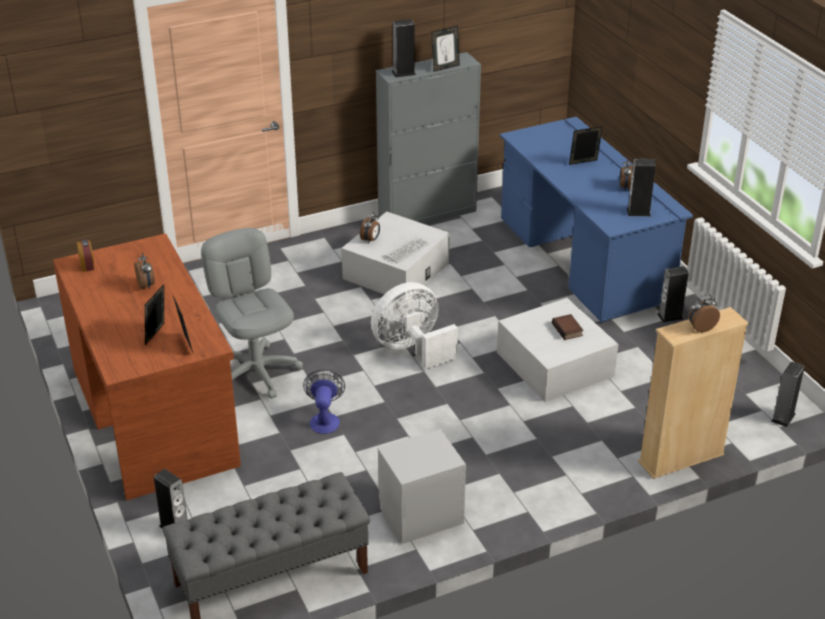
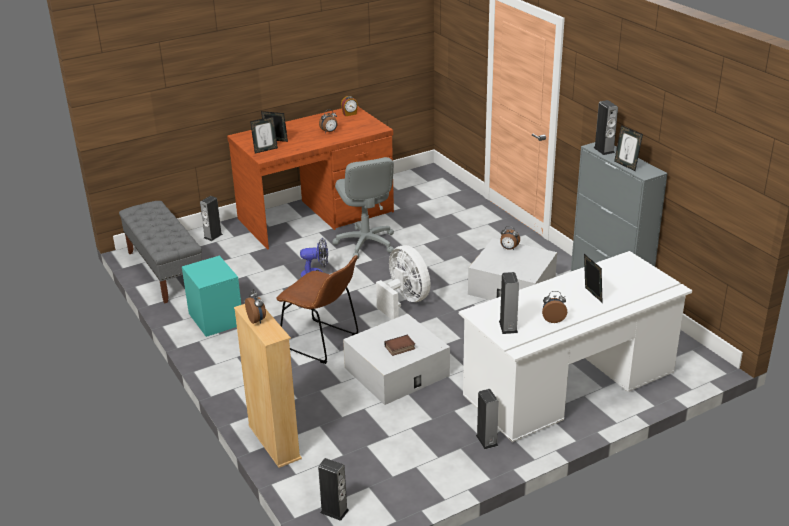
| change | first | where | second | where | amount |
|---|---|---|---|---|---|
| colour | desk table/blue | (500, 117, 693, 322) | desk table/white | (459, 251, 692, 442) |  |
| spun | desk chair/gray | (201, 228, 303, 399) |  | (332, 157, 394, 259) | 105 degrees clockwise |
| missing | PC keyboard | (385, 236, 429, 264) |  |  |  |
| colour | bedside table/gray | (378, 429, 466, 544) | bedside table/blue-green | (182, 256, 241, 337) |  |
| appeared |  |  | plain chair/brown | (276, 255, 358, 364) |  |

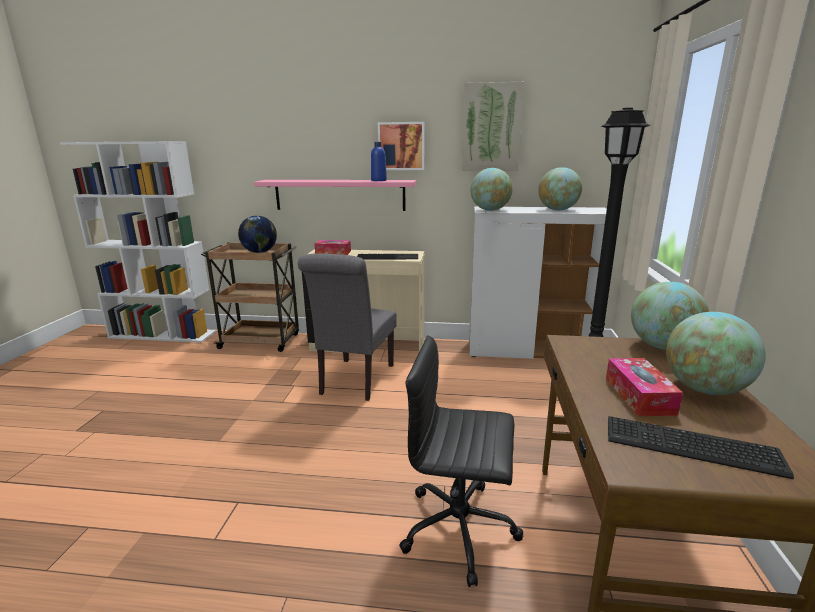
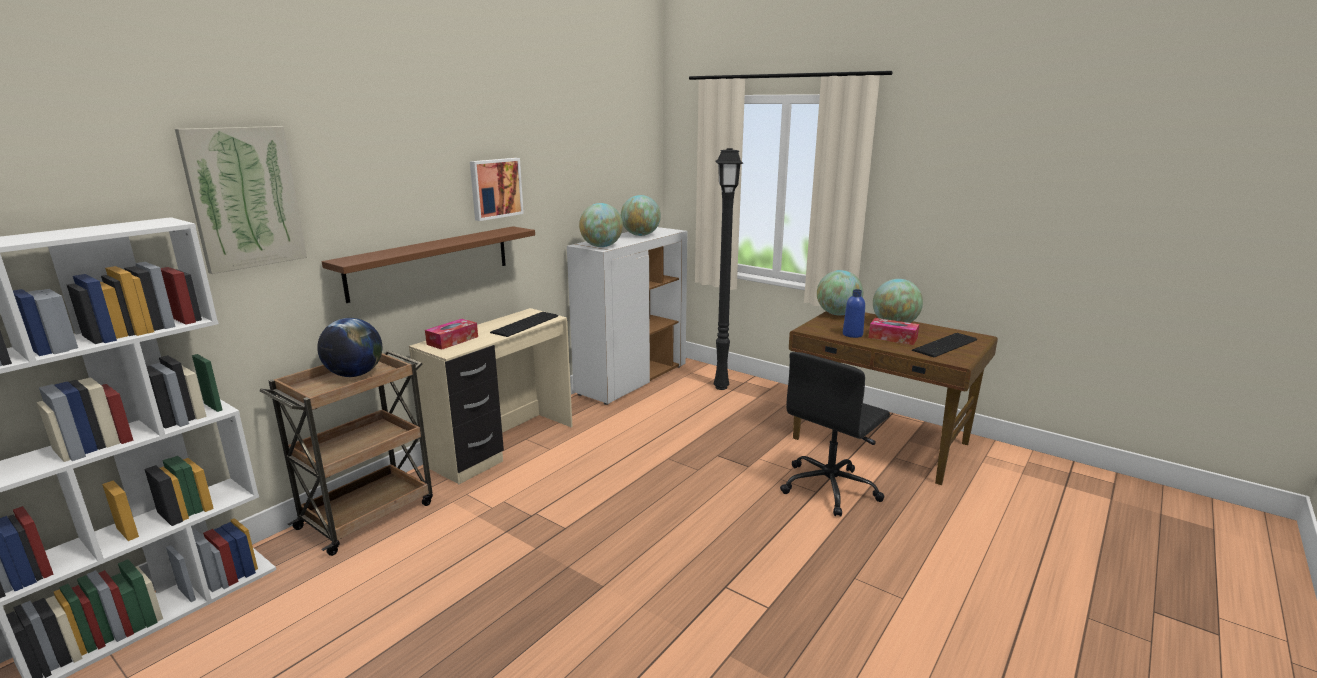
| change | first | where | second | where | amount |
|---|---|---|---|---|---|
| relocated | picture | (462, 82, 524, 171) |  | (175, 126, 307, 274) |  |
| relocated | bottle/blue | (371, 142, 387, 181) |  | (843, 289, 865, 338) |  |
| colour | wall shelf/pinkish | (253, 180, 417, 211) | wall shelf/brown | (322, 226, 535, 303) |  |
| missing | plain chair/gray | (298, 254, 397, 401) |  |  |  |

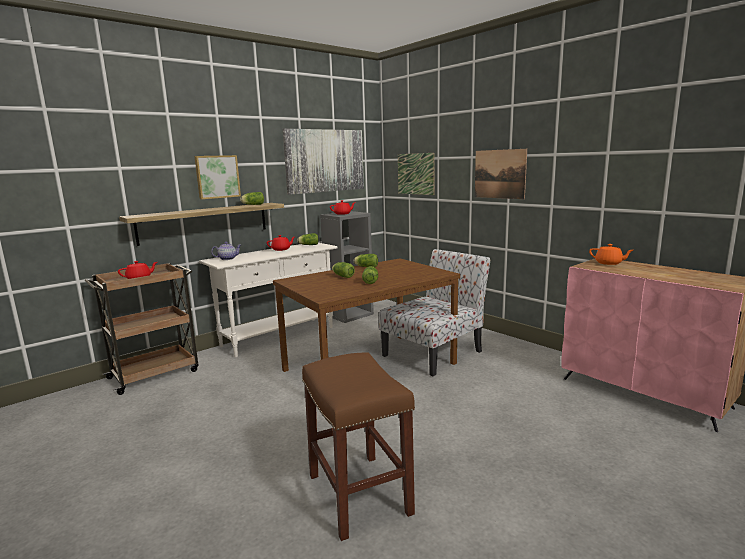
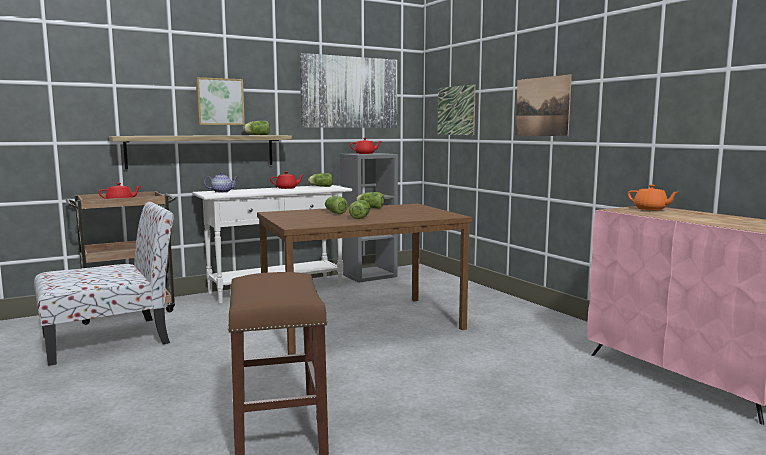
| change | first | where | second | where | amount |
|---|---|---|---|---|---|
| relocated | plain chair | (379, 249, 490, 376) |  | (34, 202, 174, 366) |  |

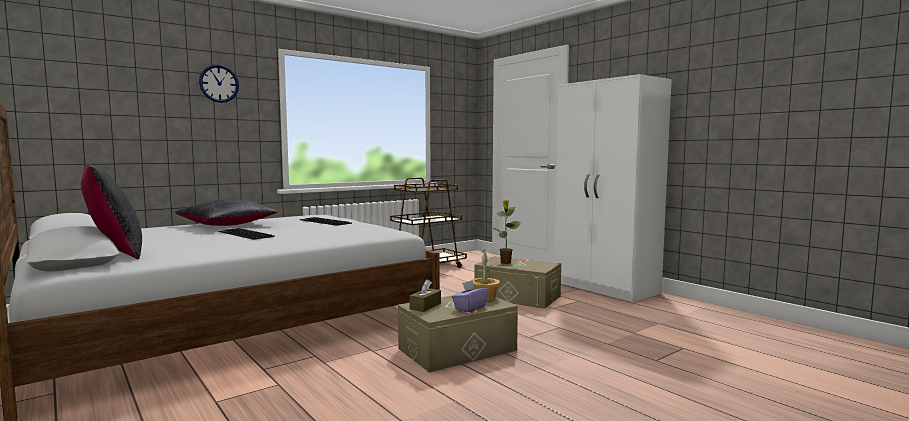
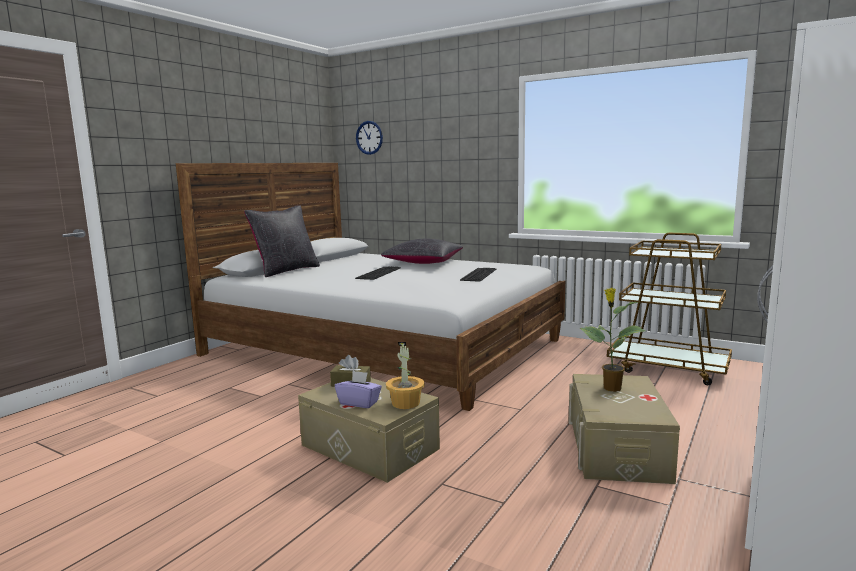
| change | first | where | second | where | amount |
|---|---|---|---|---|---|
| relocated | wall clock | (199, 65, 239, 103) |  | (356, 121, 383, 155) |  |

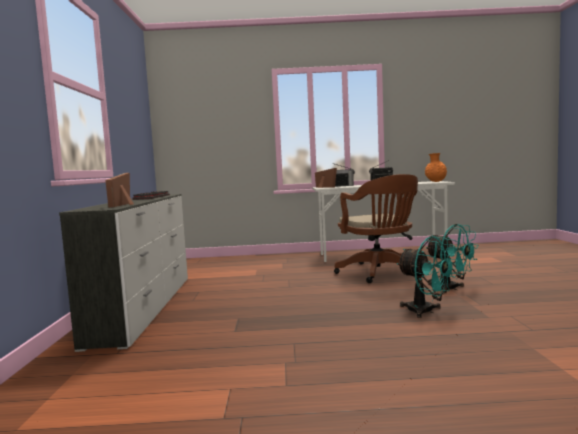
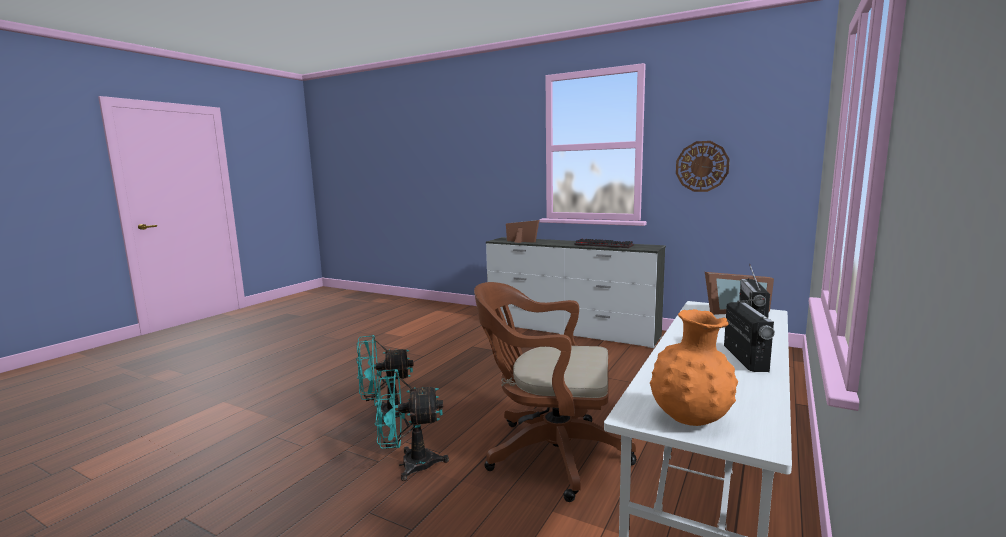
| change | first | where | second | where | amount |
|---|---|---|---|---|---|
| appeared |  |  | wall clock | (676, 141, 730, 192) |  |

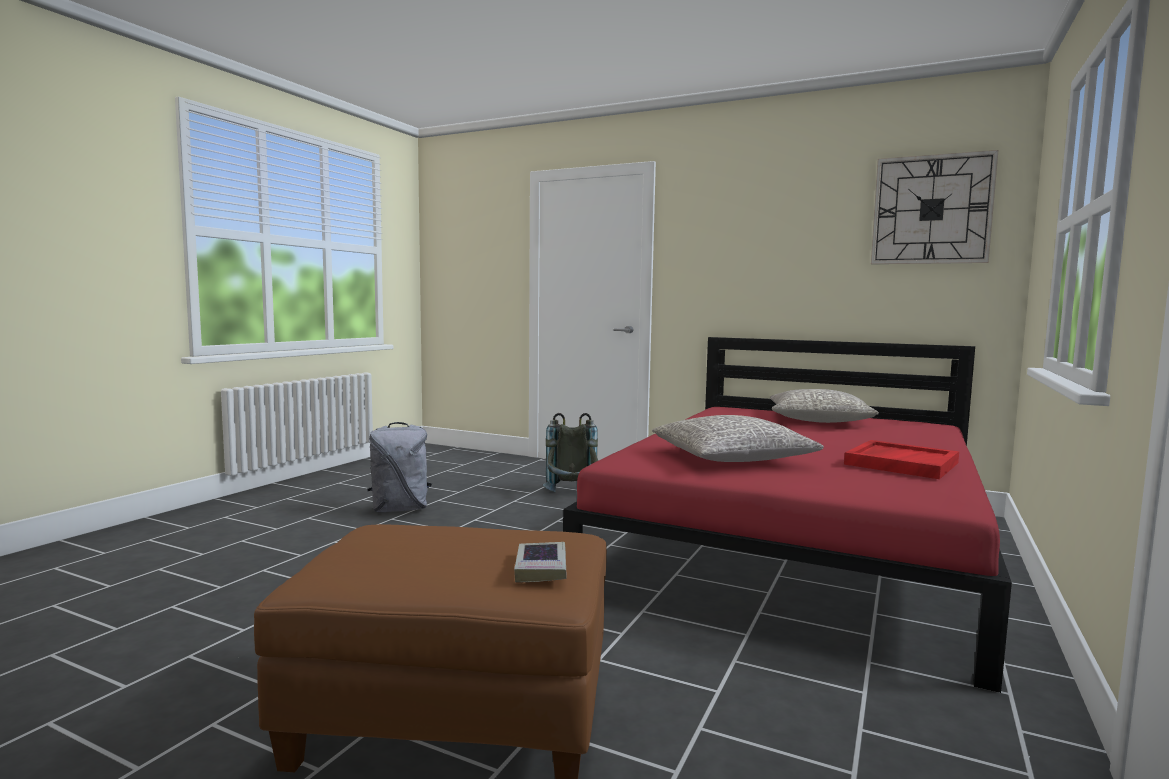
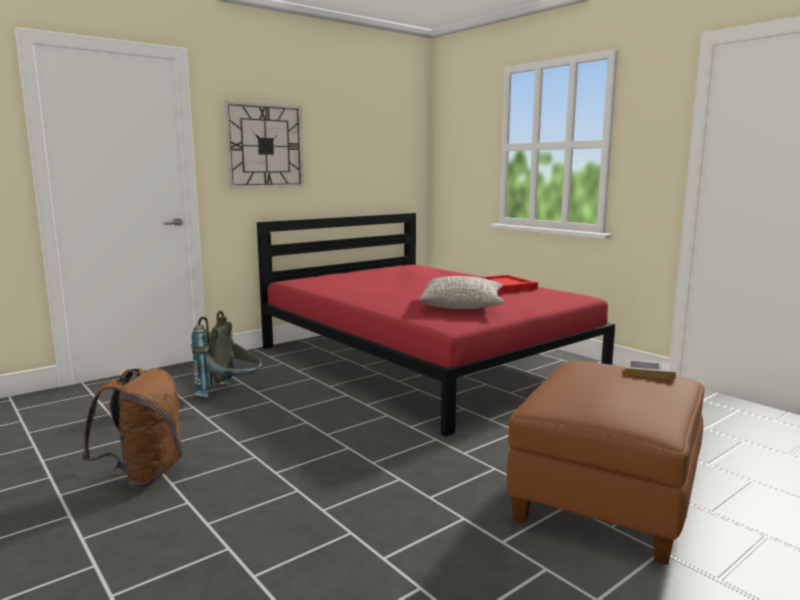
| change | first | where | second | where | amount |
|---|---|---|---|---|---|
| relocated | wall clock | (871, 150, 998, 264) |  | (224, 100, 304, 189) |  |
| missing | cushion/gray | (770, 389, 879, 423) |  |  |  |
| colour | rucksack/gray | (367, 422, 432, 512) | rucksack/brown | (82, 368, 183, 489) |  |

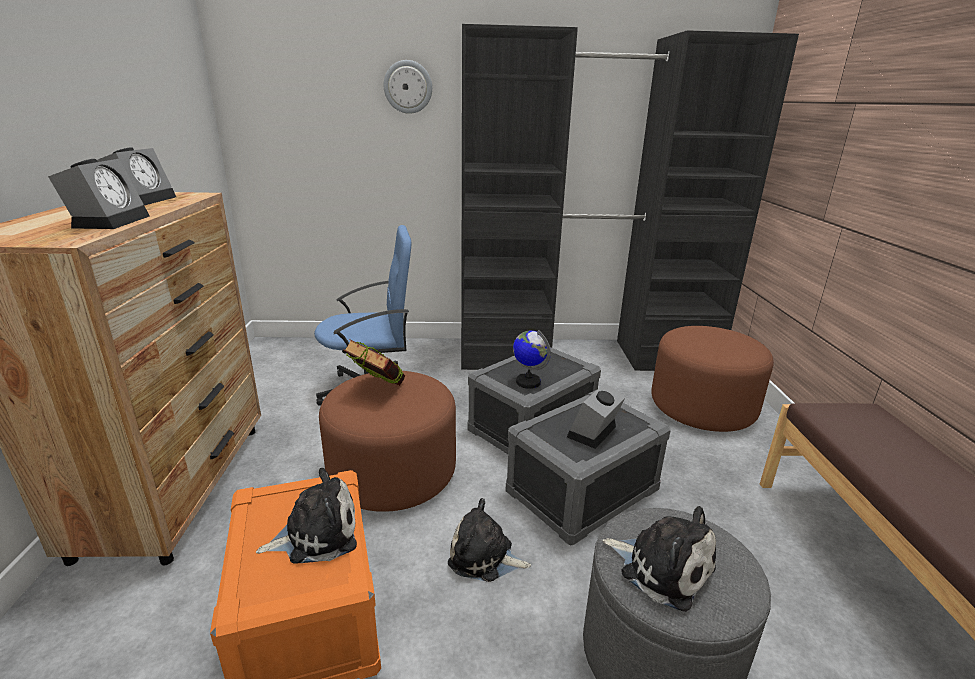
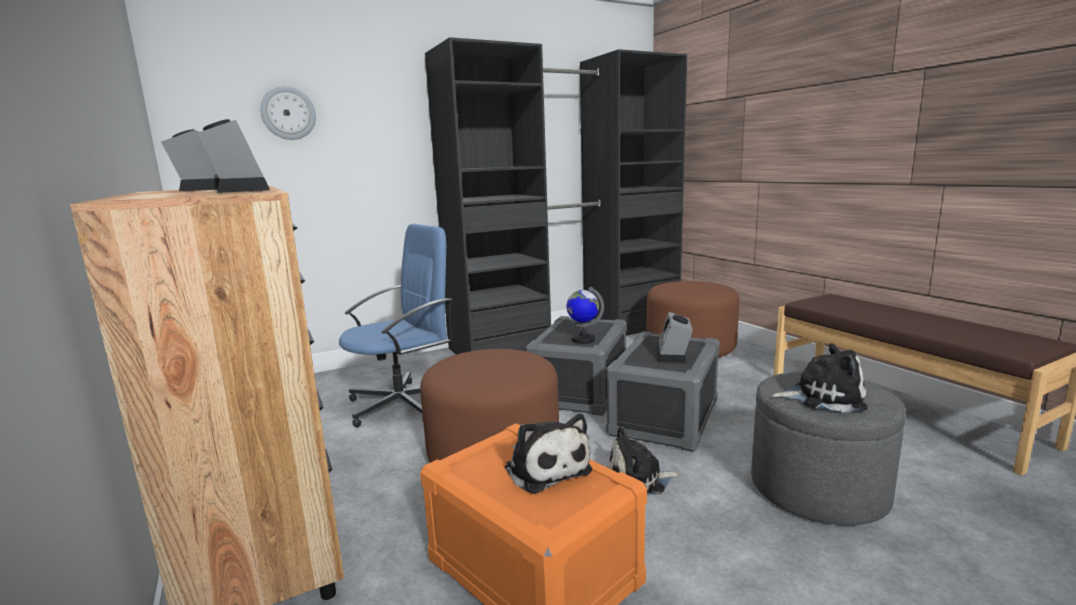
| change | first | where | second | where | amount |
|---|---|---|---|---|---|
| relocated | wall clock | (384, 60, 432, 114) |  | (260, 86, 316, 140) |  |
| missing | book | (344, 339, 405, 386) |  |  |  |
| spun | plush toy | (256, 468, 357, 564) |  | (505, 414, 592, 494) | 105 degrees clockwise |

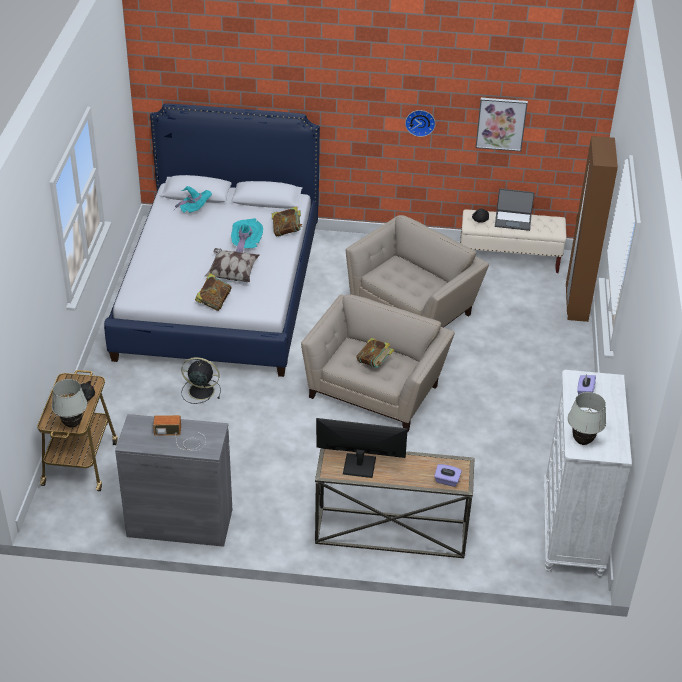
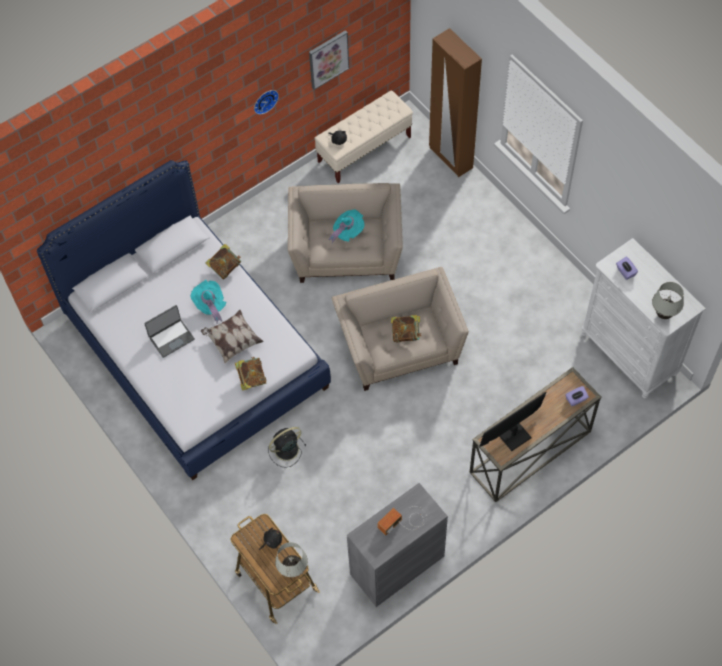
| change | first | where | second | where | amount |
|---|---|---|---|---|---|
| relocated | hat/blue-green | (174, 186, 212, 213) |  | (328, 209, 365, 243) |  |
| relocated | laptop | (495, 189, 535, 231) |  | (144, 305, 195, 358) |  |

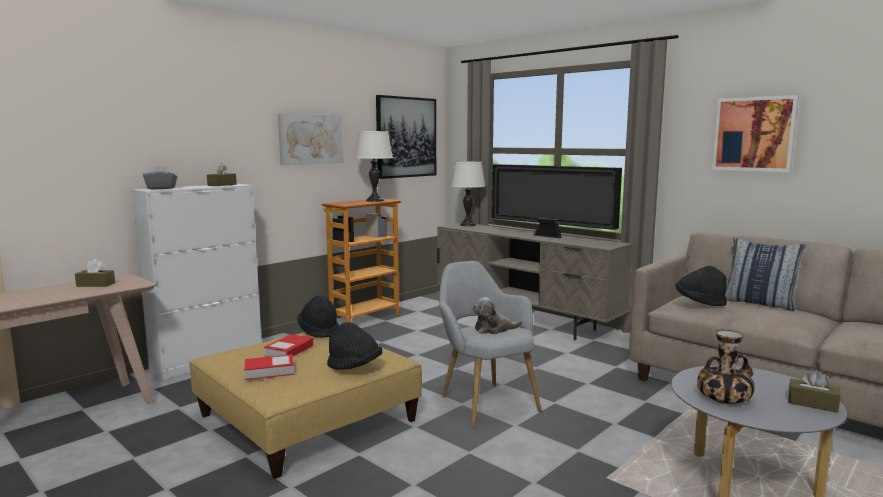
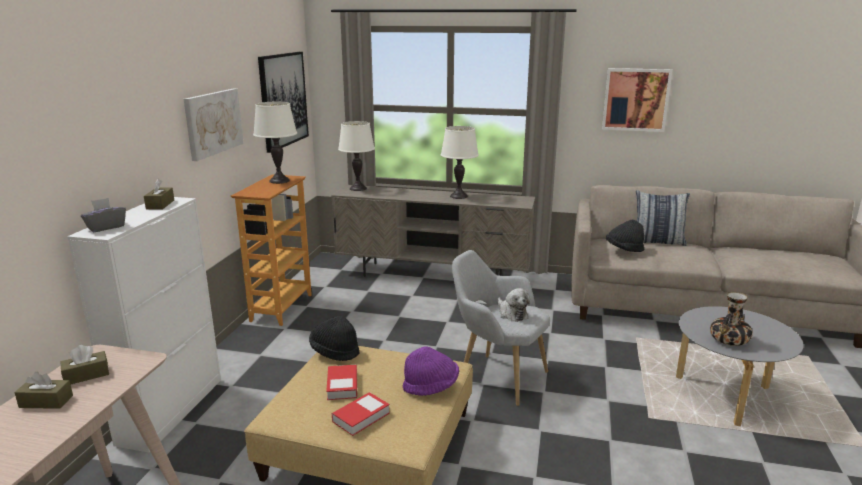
| change | first | where | second | where | amount |
|---|---|---|---|---|---|
| exchanged | television | (492, 164, 622, 238) | tabletop lamp/white | (441, 126, 479, 199) |  |
| spun | plush toy | (473, 297, 522, 334) |  | (497, 288, 530, 322) | 75 degrees counterclockwise |
| colour | hat/black | (327, 322, 382, 370) | hat/purple-coloured | (403, 346, 459, 396) |  |
| relocated | tissue holder/brown | (788, 370, 840, 413) |  | (14, 371, 73, 409) |  |

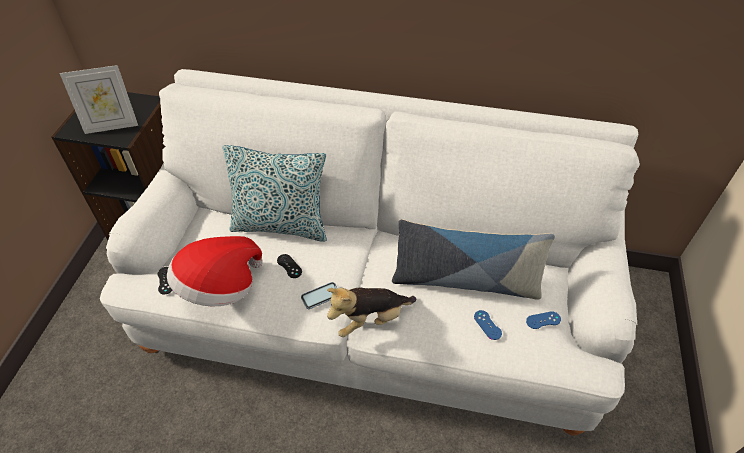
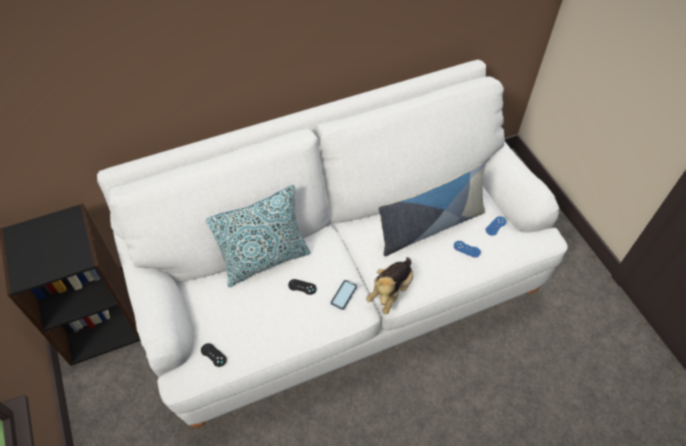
| change | first | where | second | where | amount |
|---|---|---|---|---|---|
| missing | standing frame | (60, 65, 138, 134) |  |  |  |
| missing | hat | (167, 236, 263, 306) |  |  |  |

